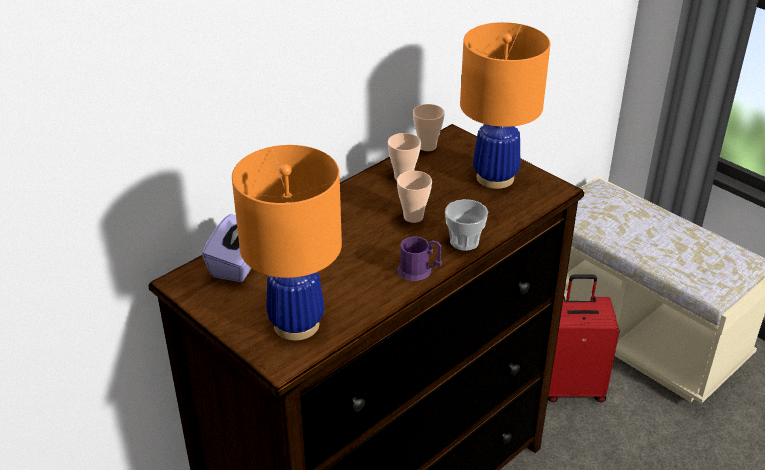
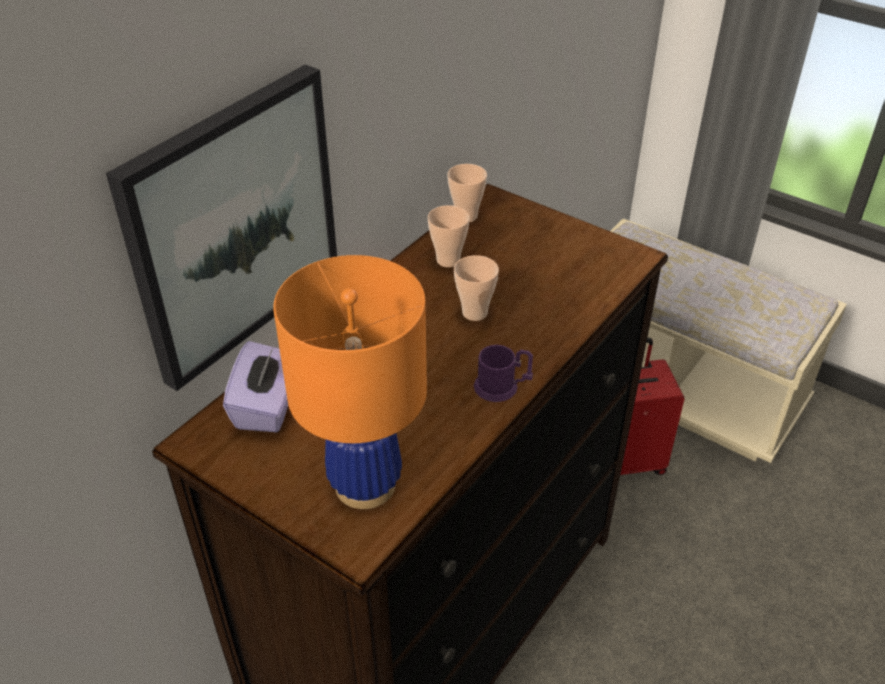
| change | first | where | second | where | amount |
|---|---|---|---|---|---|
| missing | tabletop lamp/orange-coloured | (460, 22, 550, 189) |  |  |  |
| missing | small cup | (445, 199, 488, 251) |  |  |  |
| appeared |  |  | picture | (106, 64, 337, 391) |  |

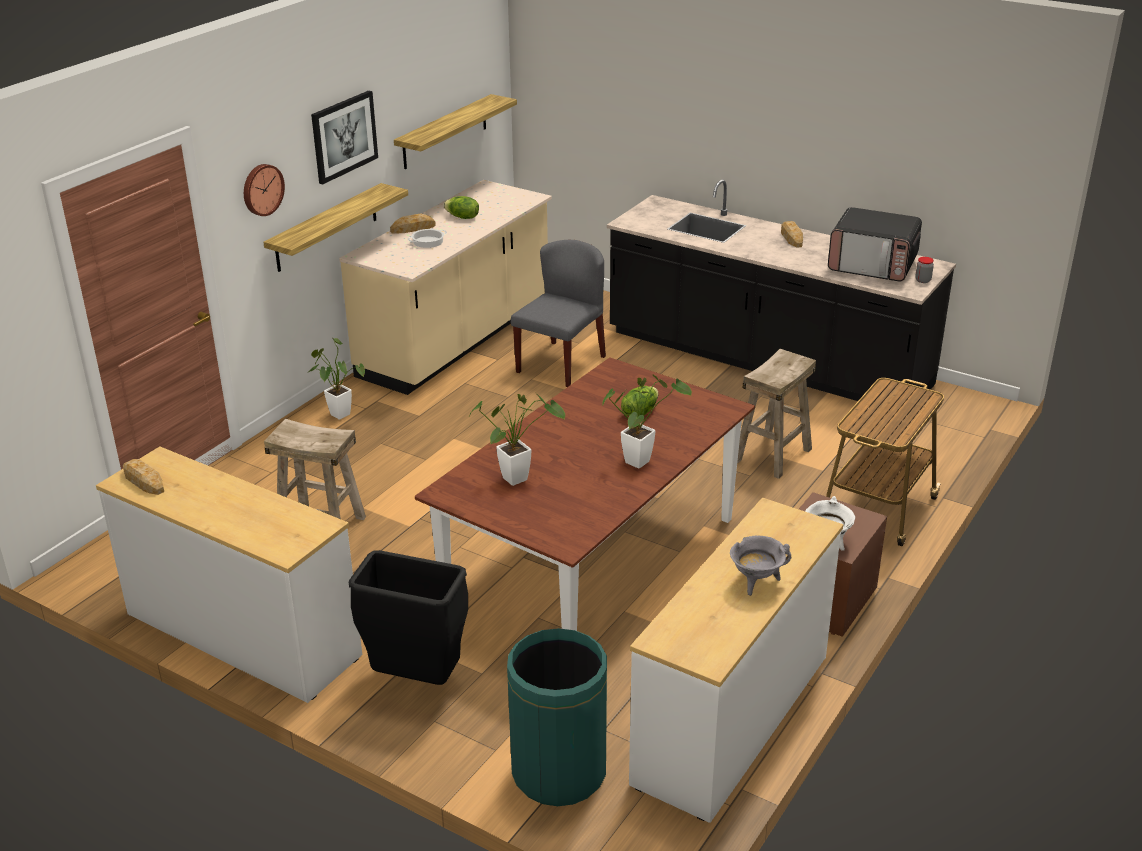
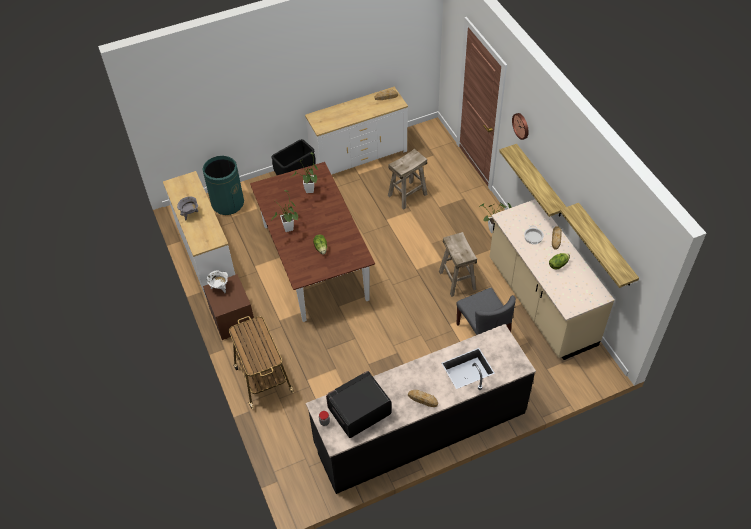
| change | first | where | second | where | amount |
|---|---|---|---|---|---|
| missing | picture | (311, 91, 378, 184) |  |  |  |
| relocated | stool seat/beige | (737, 349, 816, 479) |  | (439, 232, 477, 297) |  |

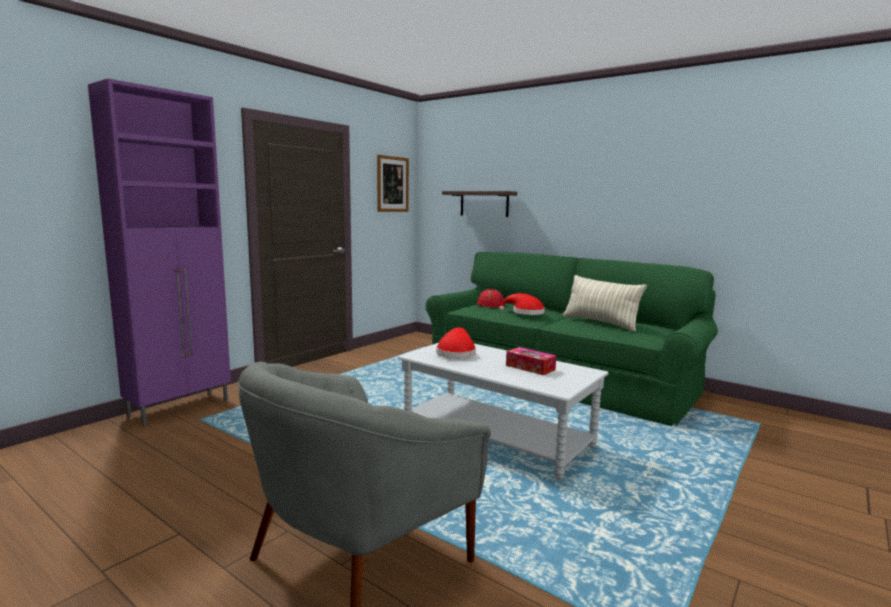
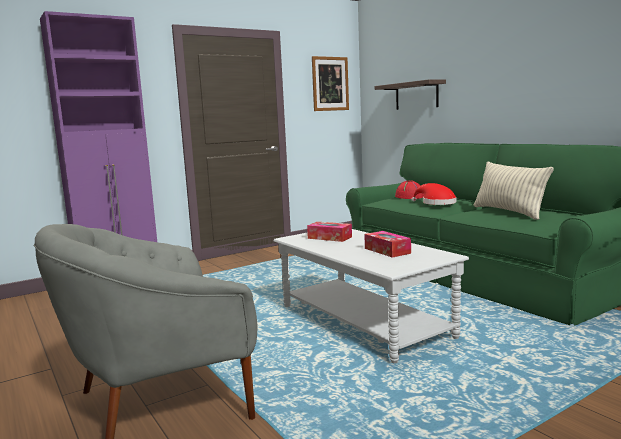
| change | first | where | second | where | amount |
|---|---|---|---|---|---|
| exchanged | hat/reddish | (436, 327, 476, 359) | tissue holder | (307, 222, 352, 242) |  |

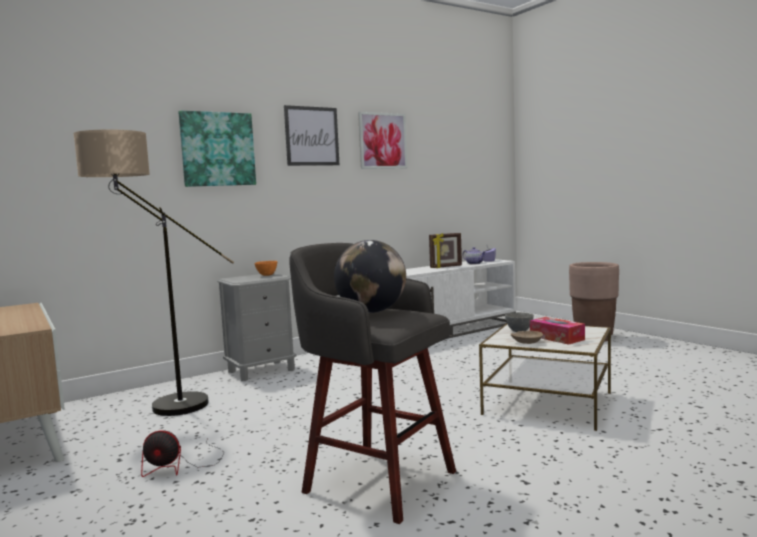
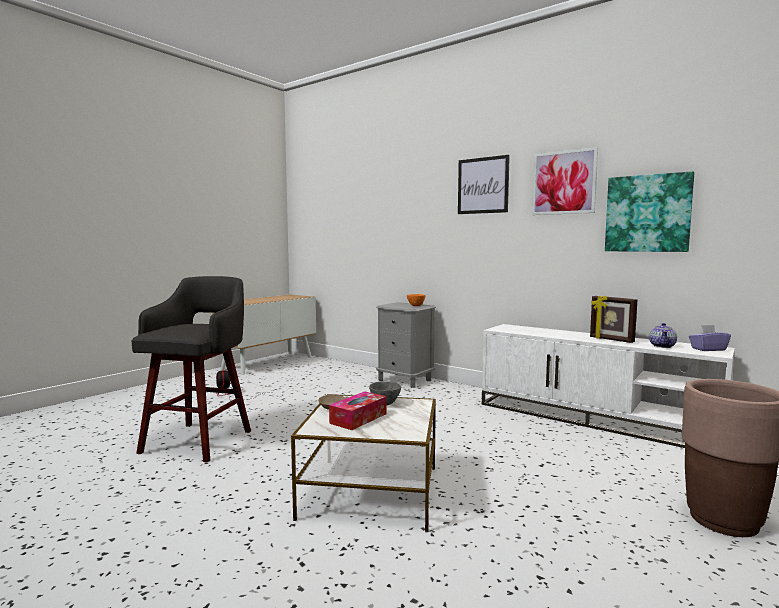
| change | first | where | second | where | amount |
|---|---|---|---|---|---|
| relocated | picture | (178, 111, 256, 187) |  | (605, 171, 694, 252) |  |
| missing | standing lamp | (73, 129, 234, 416) |  |  |  |
| missing | globe | (334, 240, 406, 313) |  |  |  |

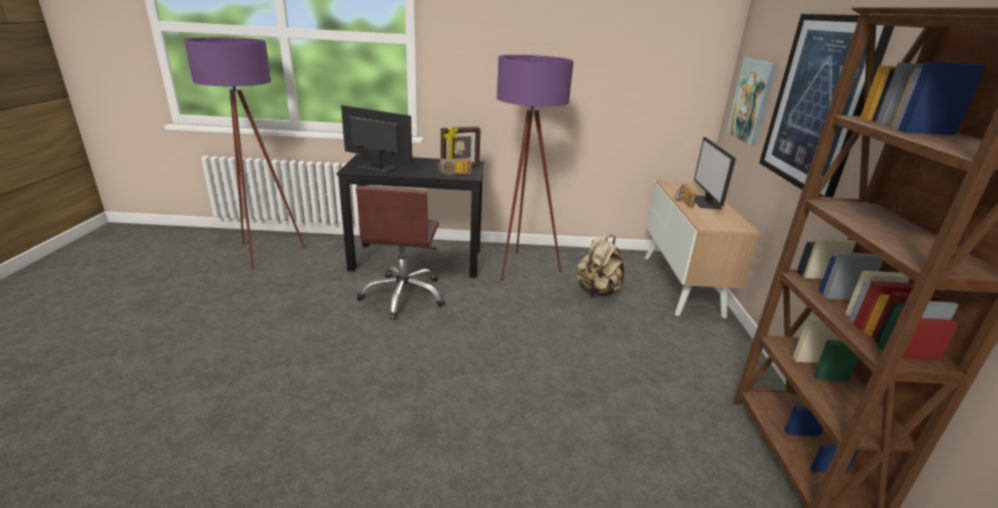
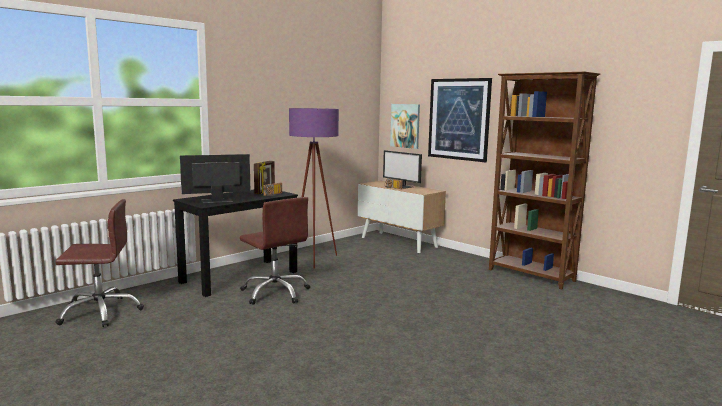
| change | first | where | second | where | amount |
|---|---|---|---|---|---|
| exchanged | standing lamp/purple-coloured | (184, 37, 305, 269) | desk chair/brown | (55, 199, 144, 327) |  |
| missing | rucksack/beige | (576, 235, 624, 297) |  |  |  |

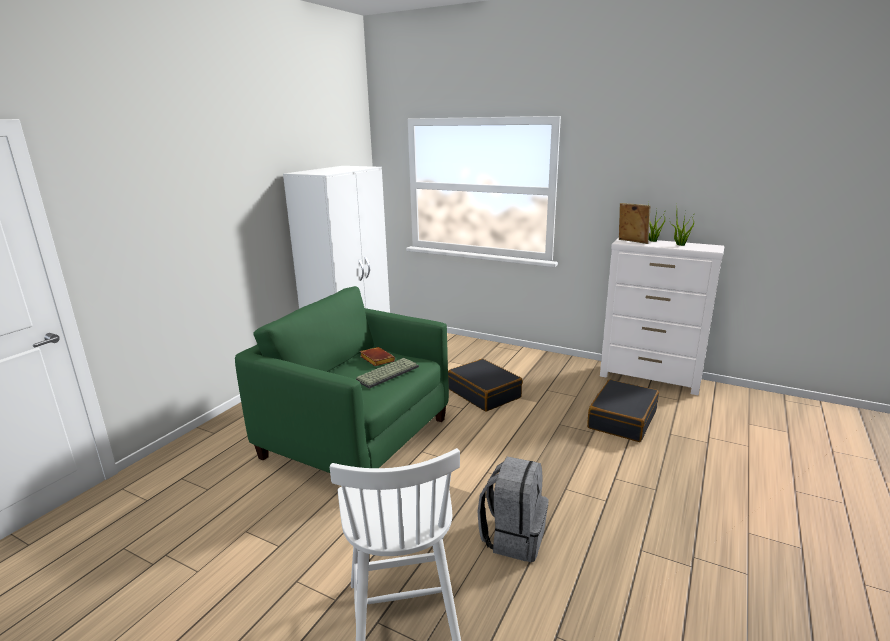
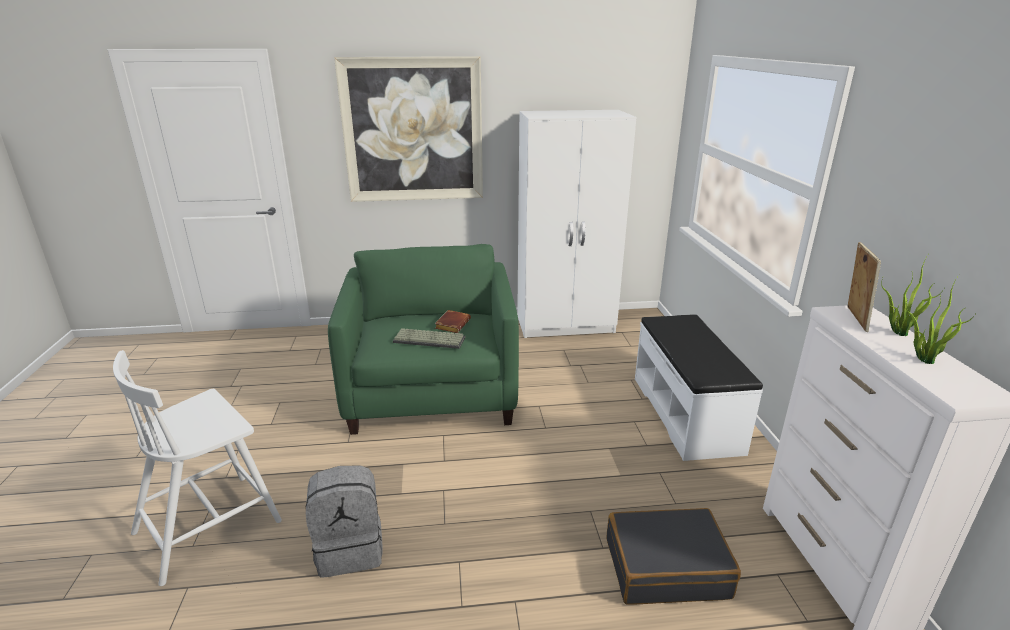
| change | first | where | second | where | amount |
|---|---|---|---|---|---|
| missing | suitcase/black | (448, 359, 523, 412) |  |  |  |
| appeared |  |  | picture | (334, 56, 483, 202) |  |
| appeared |  |  | long seat/white | (635, 314, 763, 461) |  |

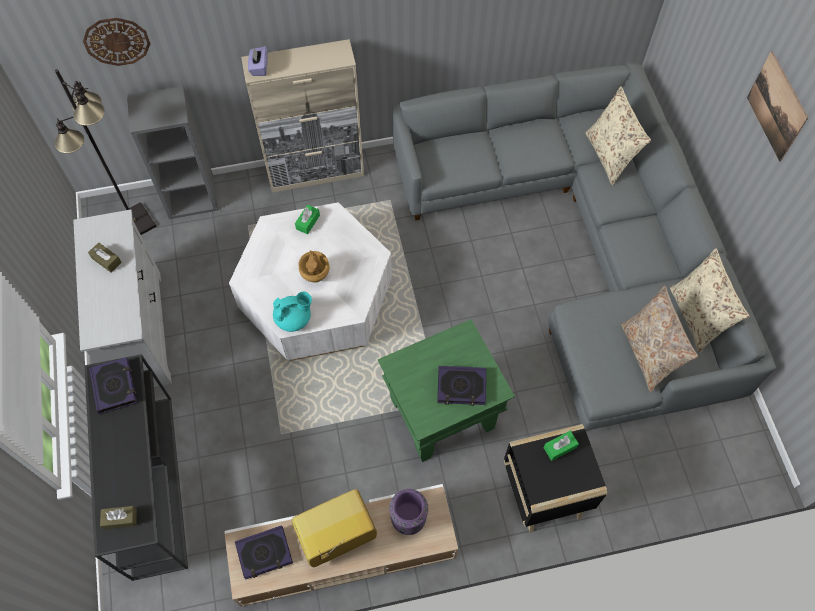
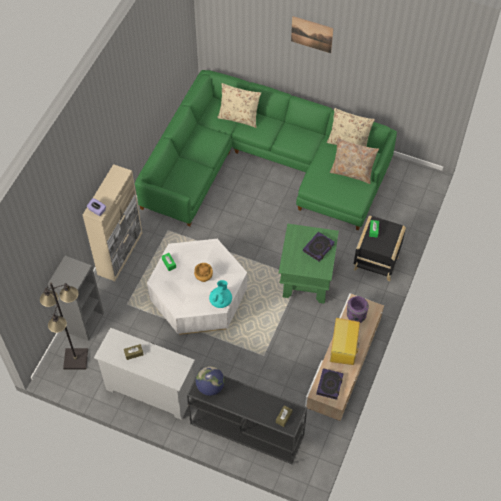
| change | first | where | second | where | amount |
|---|---|---|---|---|---|
| missing | wall clock | (83, 18, 150, 66) |  |  |  |
| colour | couch/gray | (393, 62, 776, 431) | couch/greenish | (135, 70, 397, 231) |  |
| exchanged | book | (89, 357, 137, 414) | globe | (196, 366, 225, 396) |  |

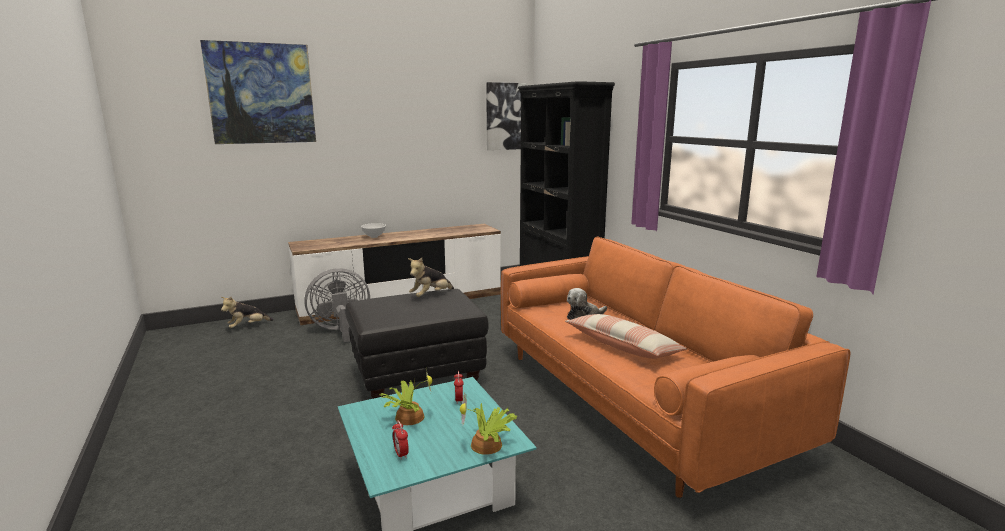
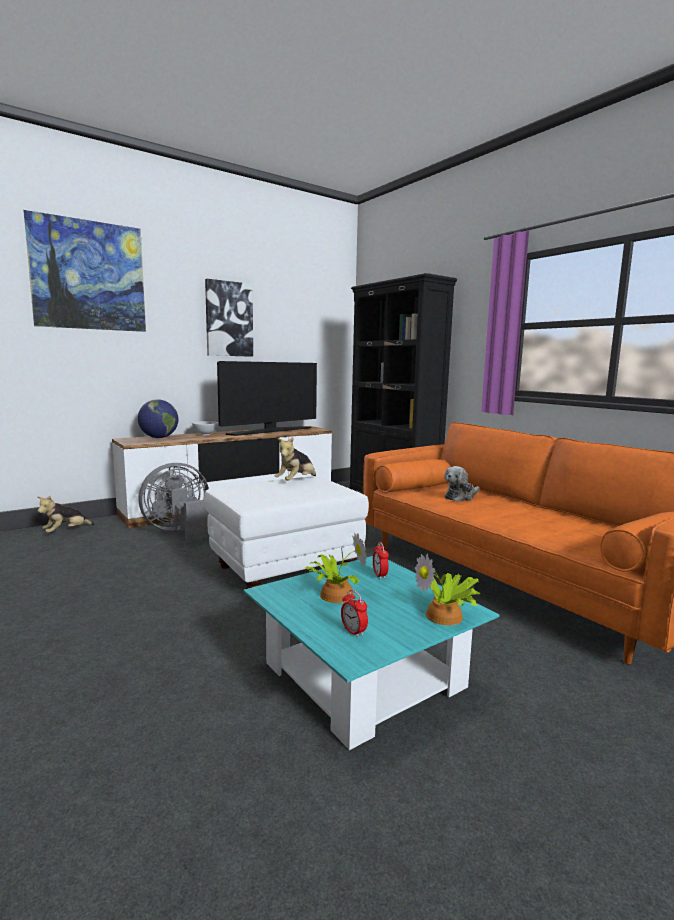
| change | first | where | second | where | amount |
|---|---|---|---|---|---|
| relocated | picture | (486, 82, 527, 150) |  | (205, 279, 253, 357) |  |
| colour | footrest/black | (345, 289, 489, 399) | footrest/white | (204, 476, 369, 589) |  |
| missing | cushion | (565, 314, 687, 359) |  |  |  |
| appeared |  |  | television | (217, 361, 317, 436) |  |
| appeared |  |  | globe | (138, 399, 178, 438) |  |

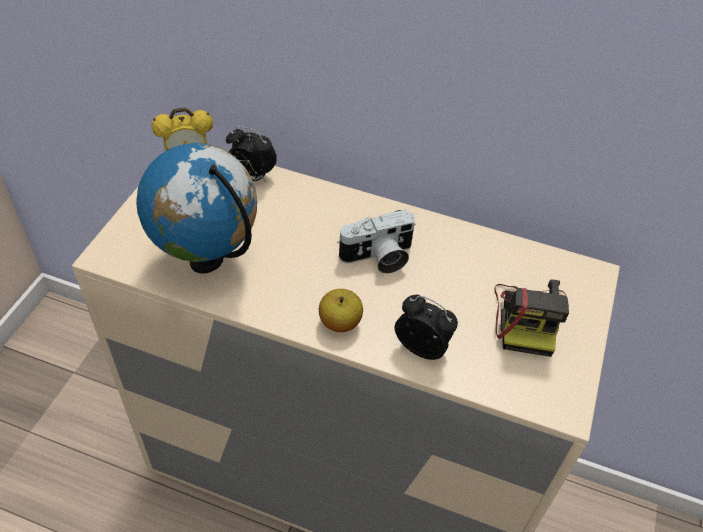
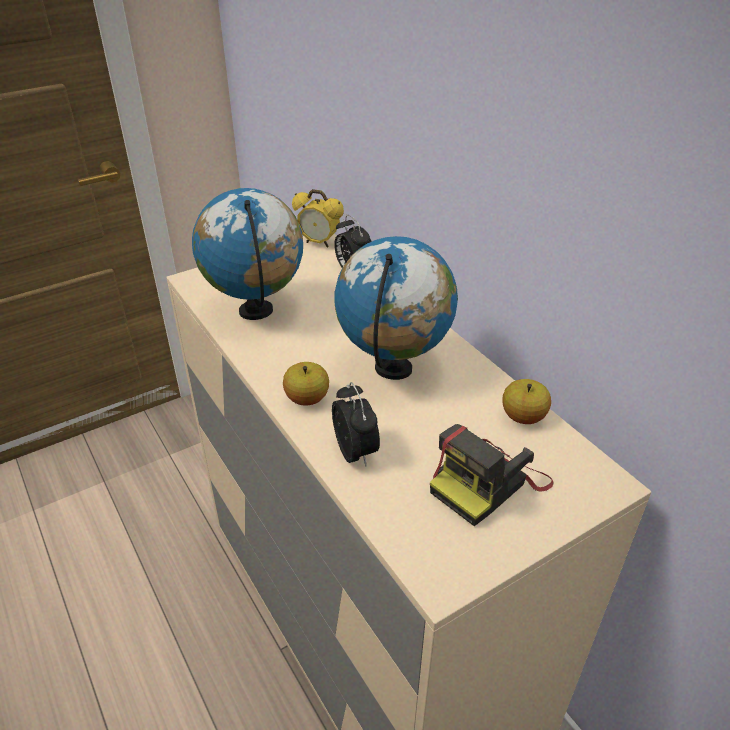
| change | first | where | second | where | amount |
|---|---|---|---|---|---|
| exchanged | still camera | (337, 210, 416, 274) | globe | (334, 236, 458, 380) |  |
| appeared |  |  | whole apple | (502, 379, 551, 424) |  |

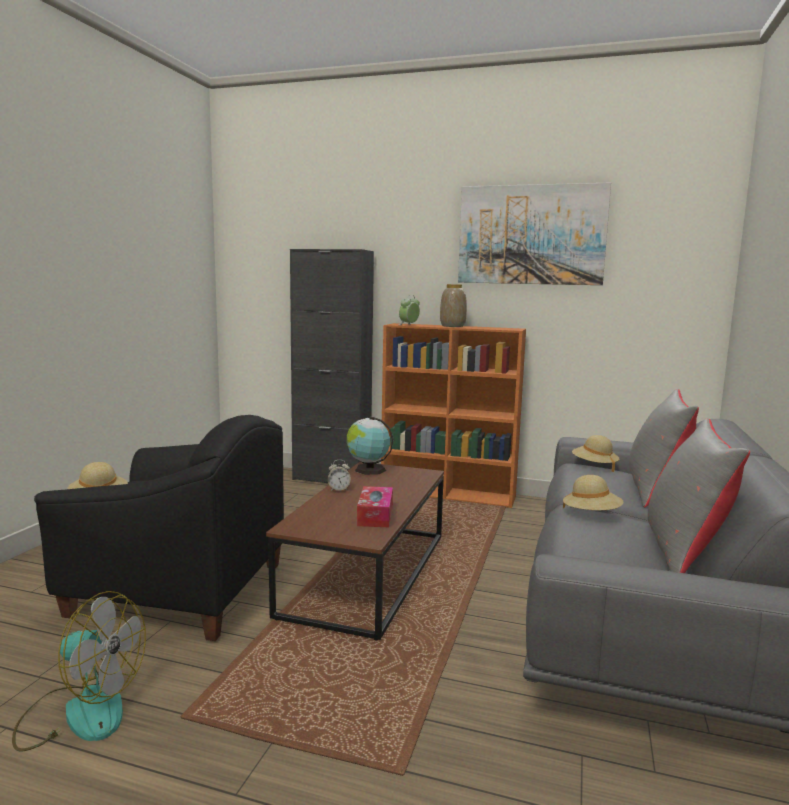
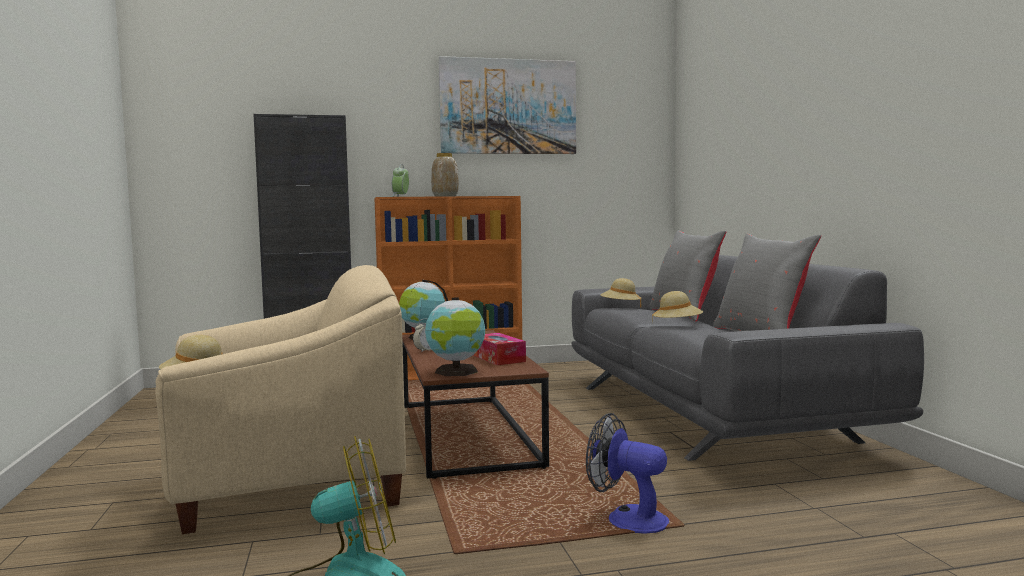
| change | first | where | second | where | amount |
|---|---|---|---|---|---|
| colour | armchair/black | (34, 415, 284, 641) | armchair/beige | (155, 265, 406, 534) |  |
| appeared |  |  | globe | (425, 298, 485, 376) |  |
| appeared |  |  | cooling fan | (586, 413, 669, 534) |  |

